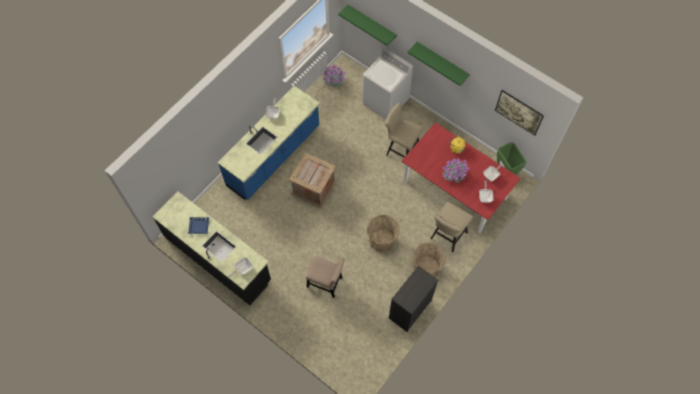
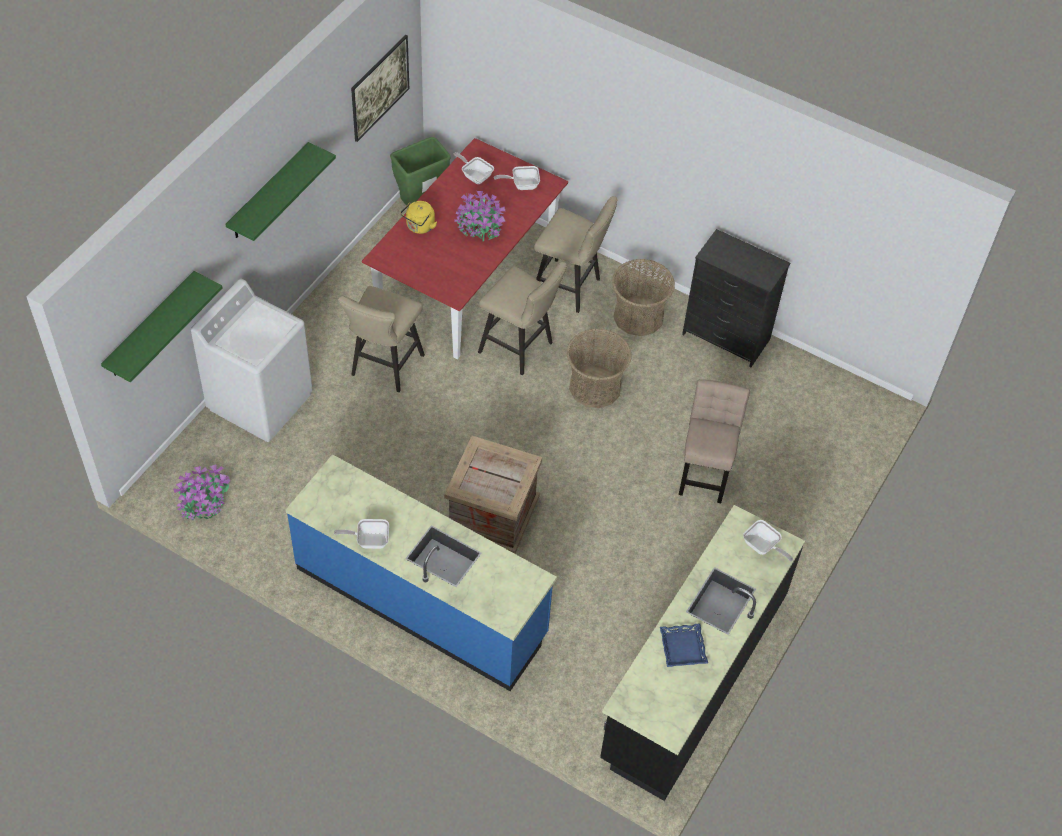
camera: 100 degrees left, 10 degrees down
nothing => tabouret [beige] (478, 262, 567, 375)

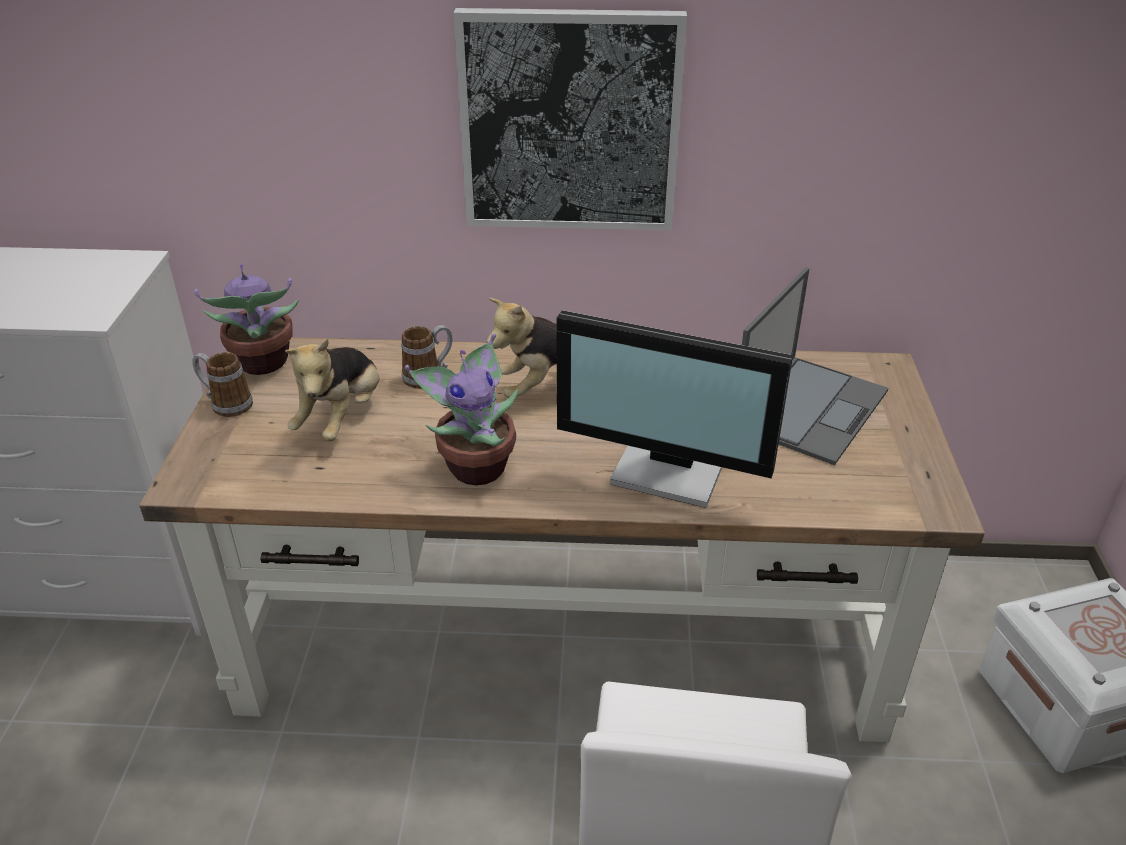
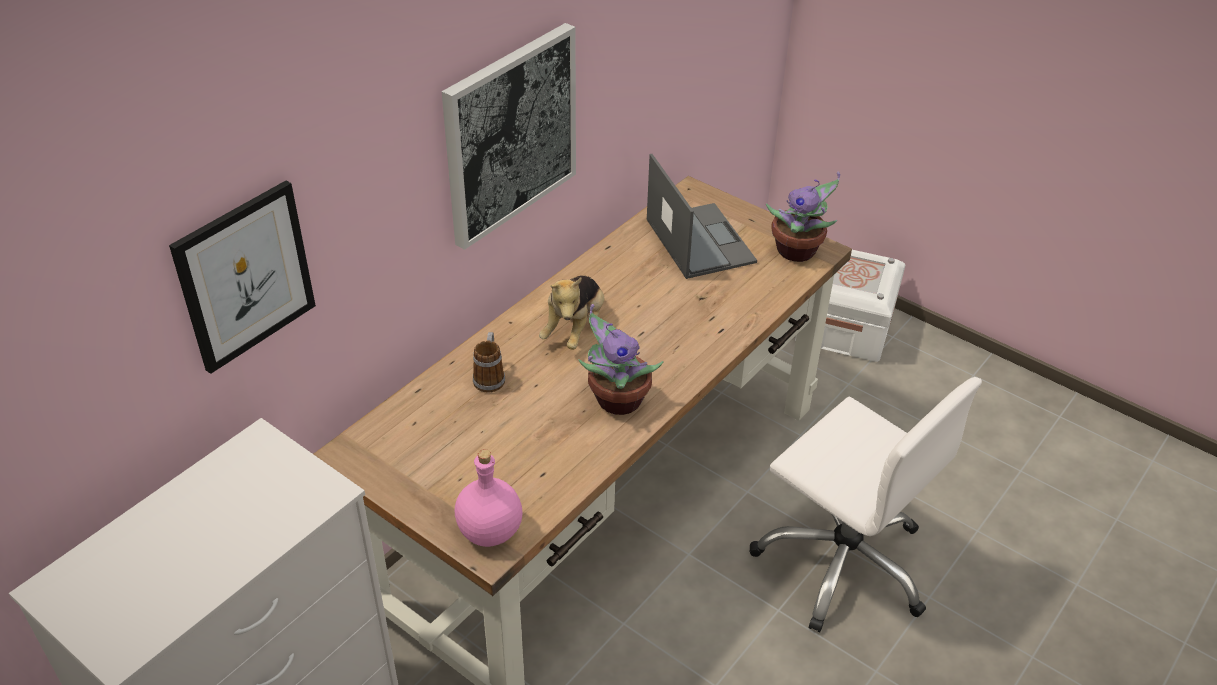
camera: 55 degrees left, 5 degrees up
mug (192, 352, 253, 417) => nothing
peluche (285, 338, 379, 441) => nothing
écran d'ordinateur (556, 310, 793, 508) => nothing
nothing => tableau (169, 181, 316, 374)
nothing => bouteille [rose] (455, 449, 523, 547)
plante en pot (194, 264, 299, 375) => plante en pot (766, 172, 840, 262), shifted

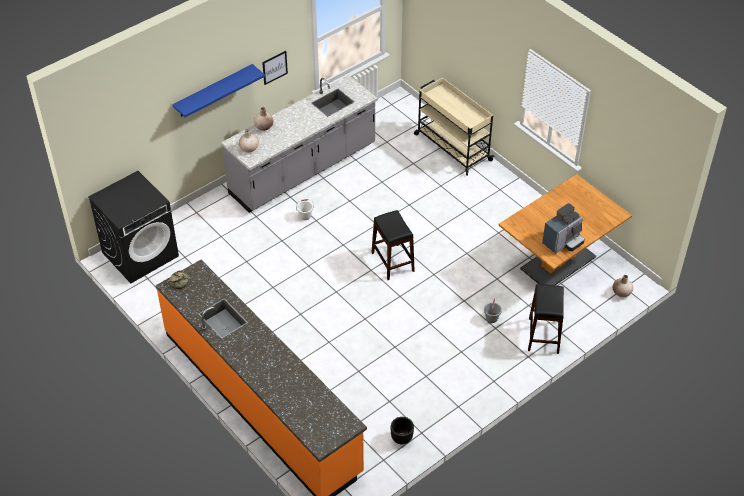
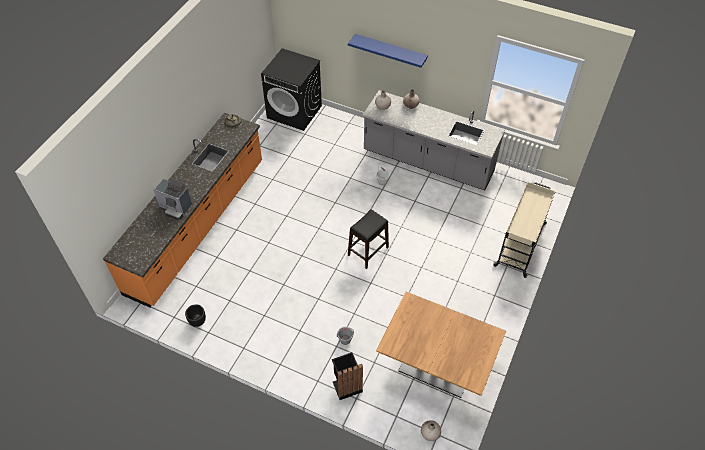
camera: 65 degrees right, 5 degrees up
tableau (262, 51, 288, 85) => nothing
machine à café (542, 203, 585, 254) => machine à café (153, 178, 192, 220), shifted
tabouret [noir] (528, 284, 564, 354) => poubelle [noir] (332, 352, 363, 400)

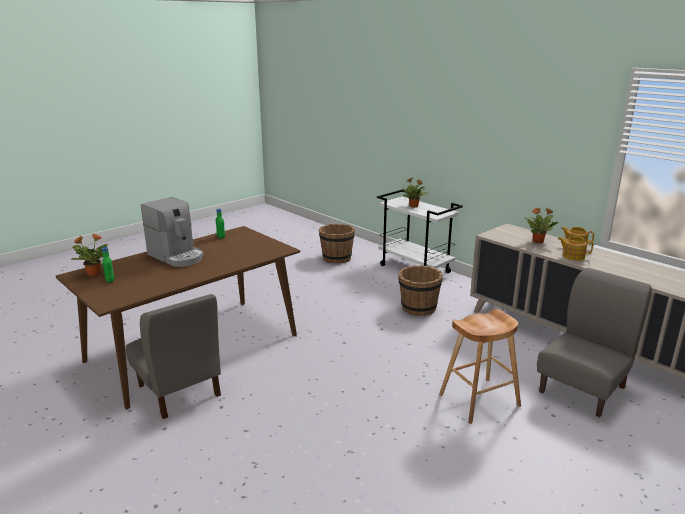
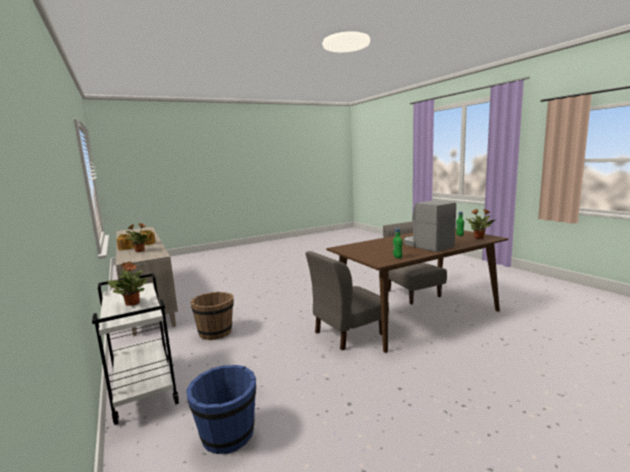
camera: 165 degrees left, 10 degrees down
tabouret [marron] (439, 309, 521, 424) => nothing
chaise [gris] (537, 268, 652, 417) => chaise [gris] (306, 251, 389, 350), shifted
seau [marron] (319, 224, 355, 264) => seau [bleu] (186, 365, 256, 454)

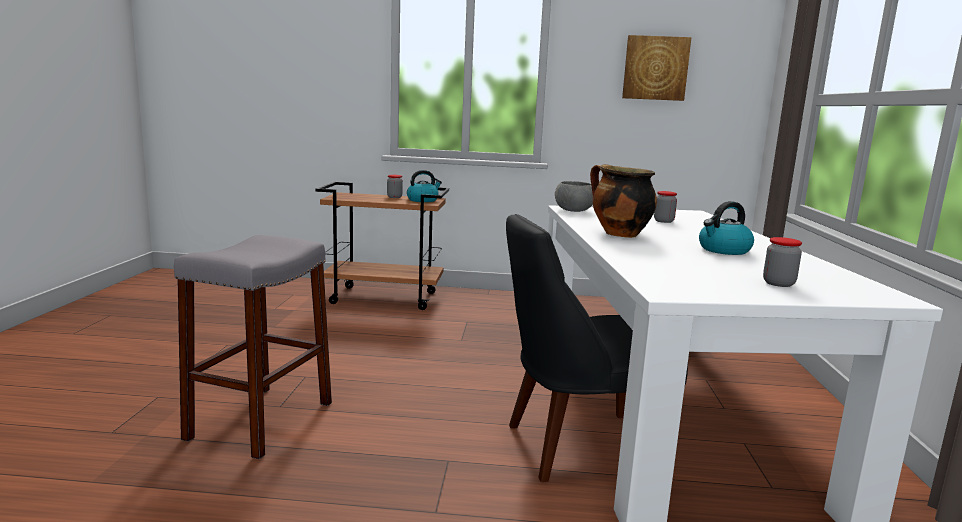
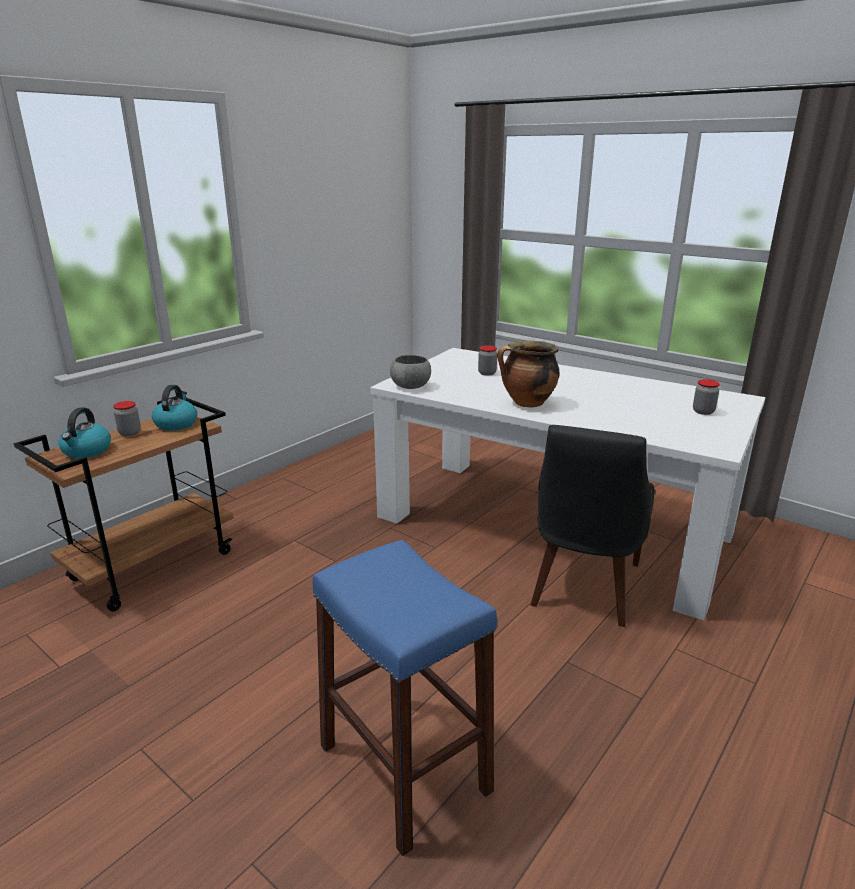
camera: 55 degrees left, 10 degrees up
tableau (622, 35, 691, 101) => nothing
bouilloire (699, 201, 754, 255) => bouilloire (58, 407, 111, 458), shifted
tabouret [gris] (174, 235, 332, 459) => tabouret [bleu] (312, 540, 497, 856)

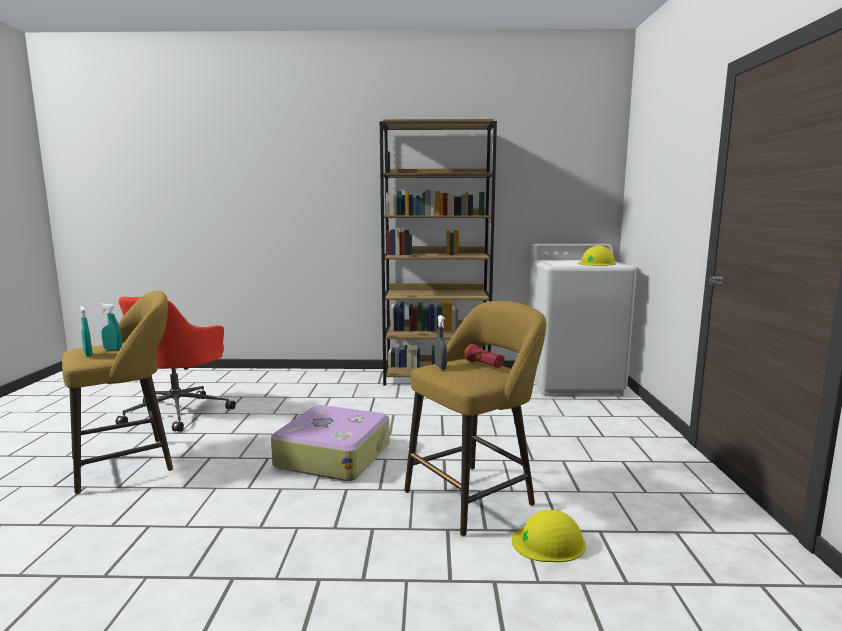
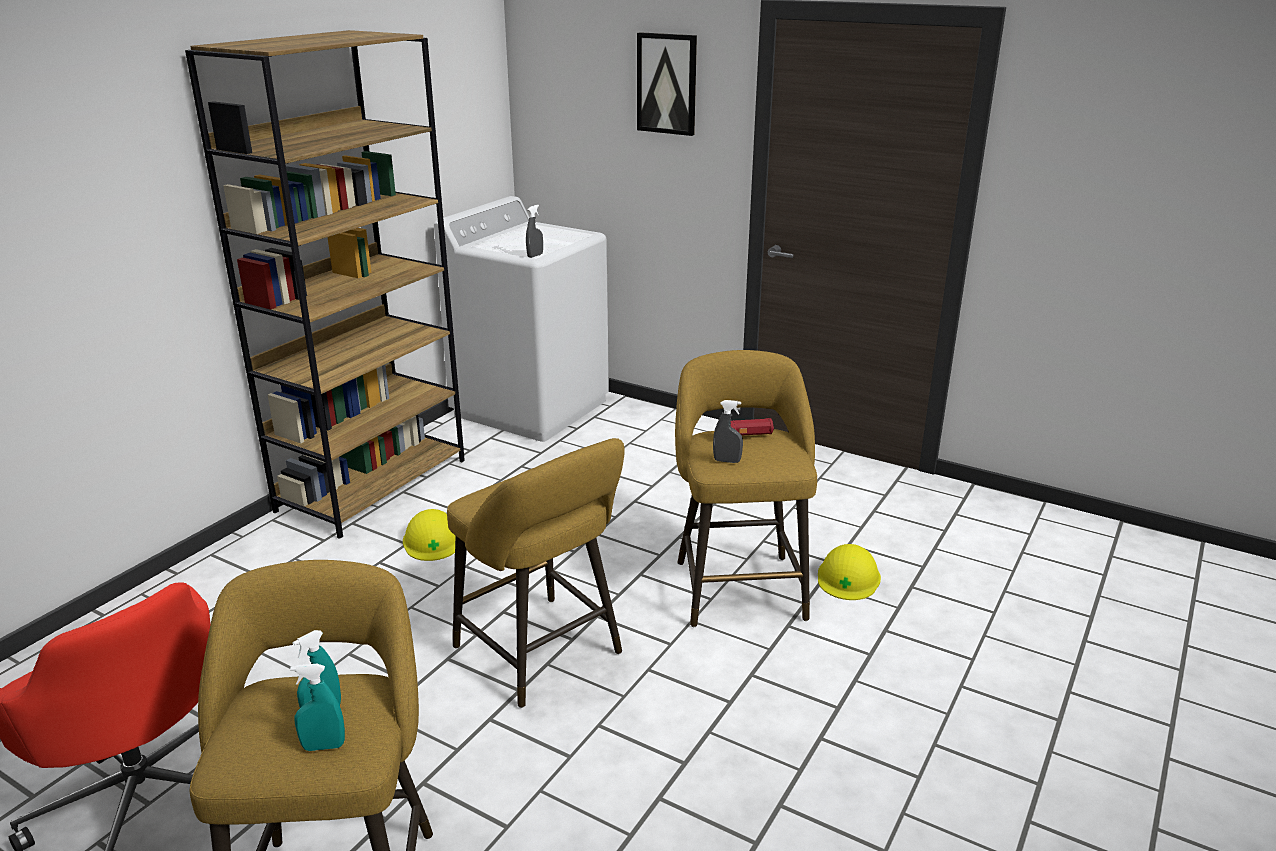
camera: 60 degrees left, 15 degrees up
nothing => vaporisateur [gris] (526, 205, 543, 258)
nothing => tableau (637, 32, 697, 136)
casque de chantier [jaune] (578, 246, 616, 266) => casque de chantier [jaune] (403, 509, 455, 561), shifted
valise (271, 405, 390, 481) => tabouret [jaune] (447, 438, 625, 708)

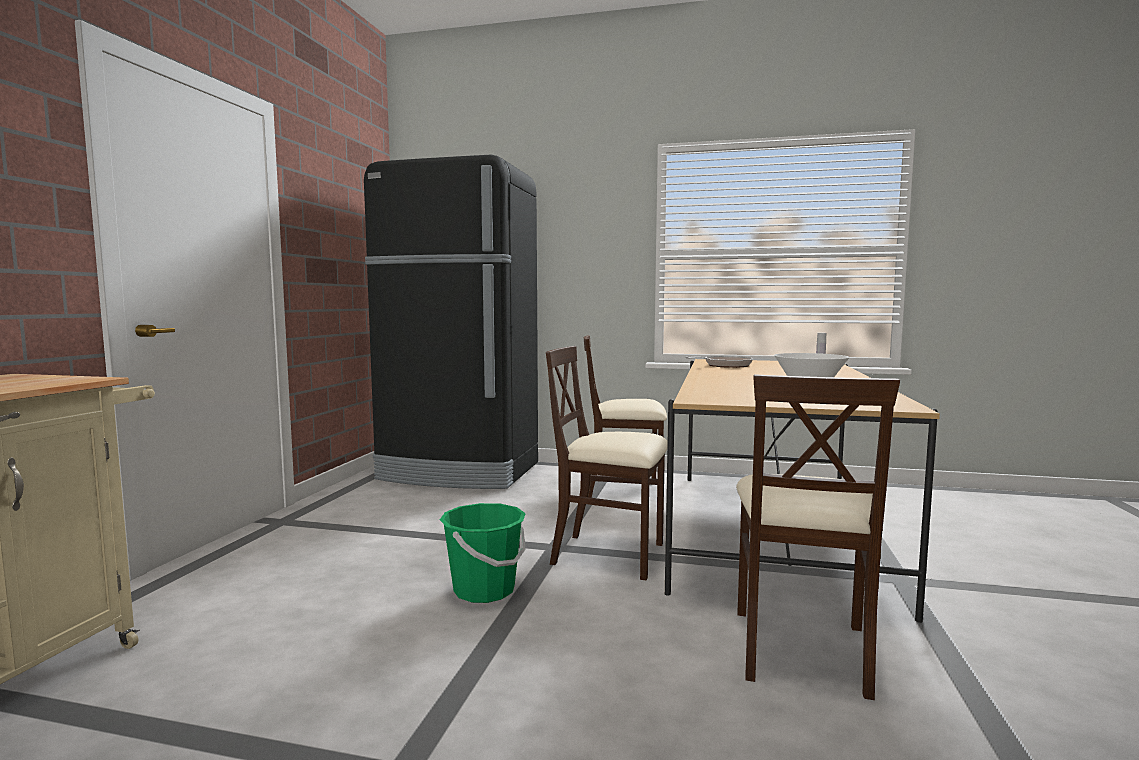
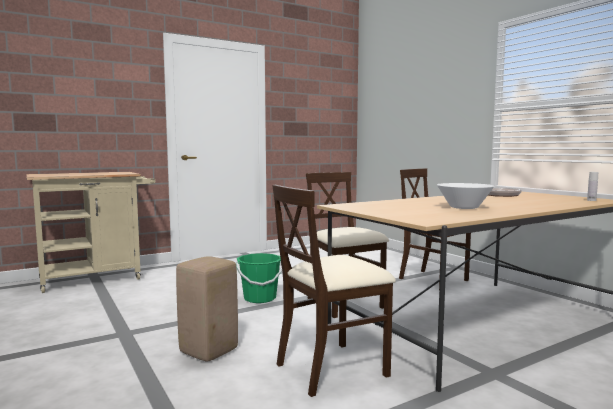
camera: 45 degrees right, 0 degrees up
réfrigérateur [noir] (364, 155, 538, 489) => nothing
nothing => tabouret [beige] (176, 256, 238, 362)

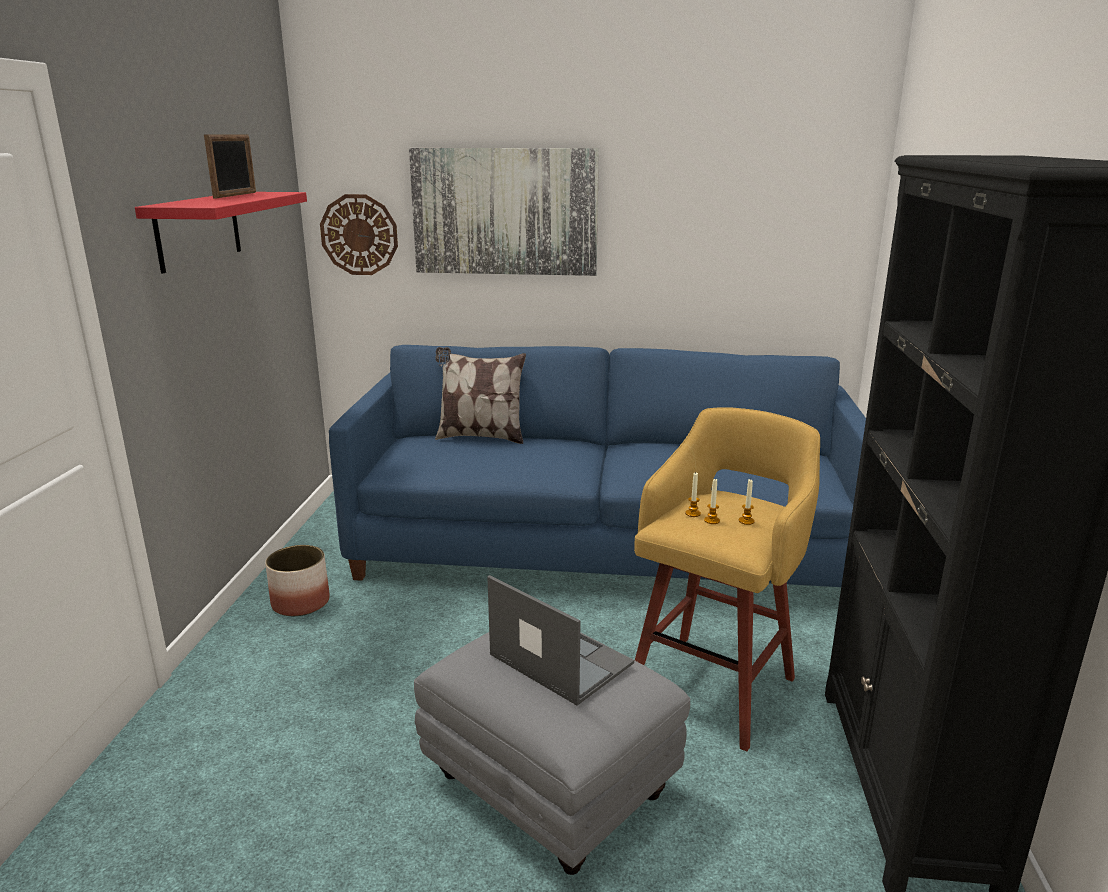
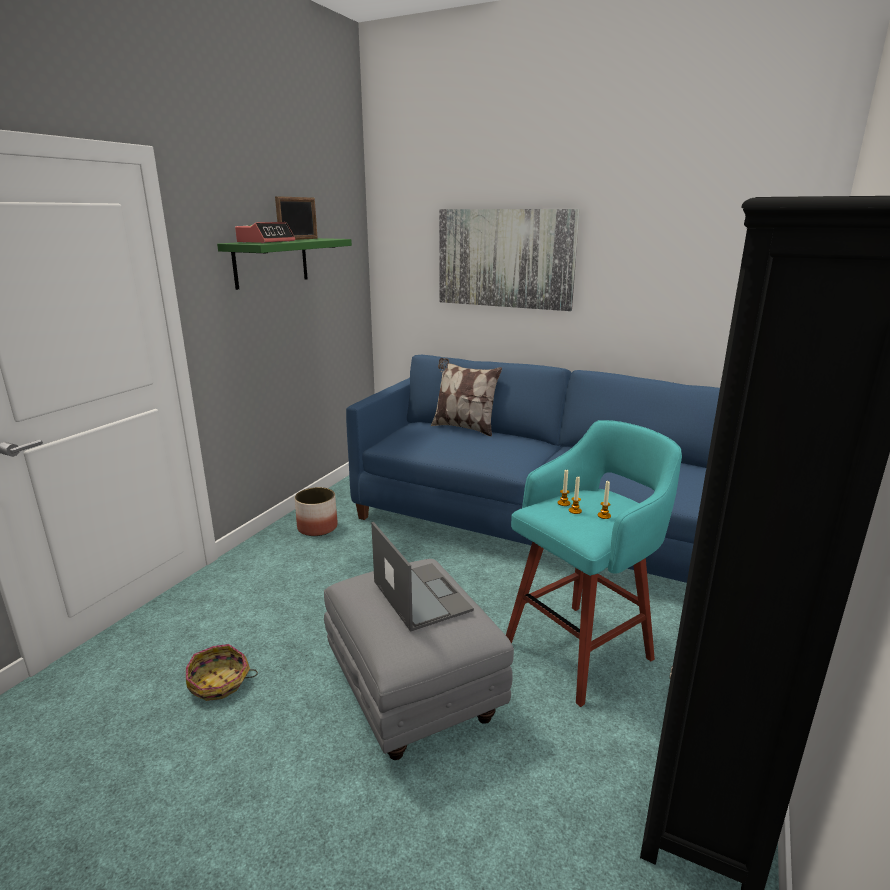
camera: 20 degrees right, 0 degrees up
horloge murale (320, 194, 398, 275) => nothing
nothing => panier (186, 644, 258, 701)
nothing => réveil (235, 222, 295, 243)
étagère [rouge] (135, 192, 307, 274) => étagère [vert] (217, 238, 352, 290)
tabouret [jaune] (634, 407, 820, 752) => tabouret [turquoise] (506, 420, 682, 707)

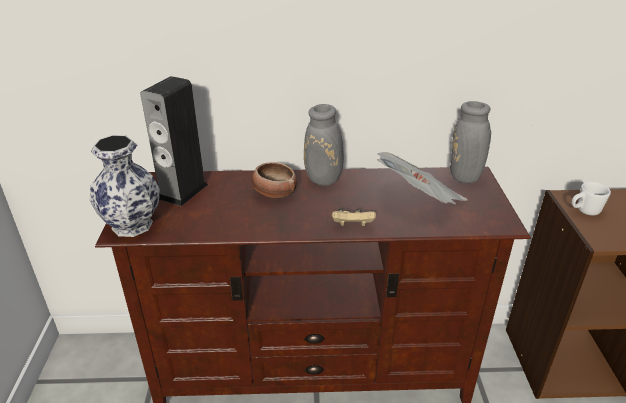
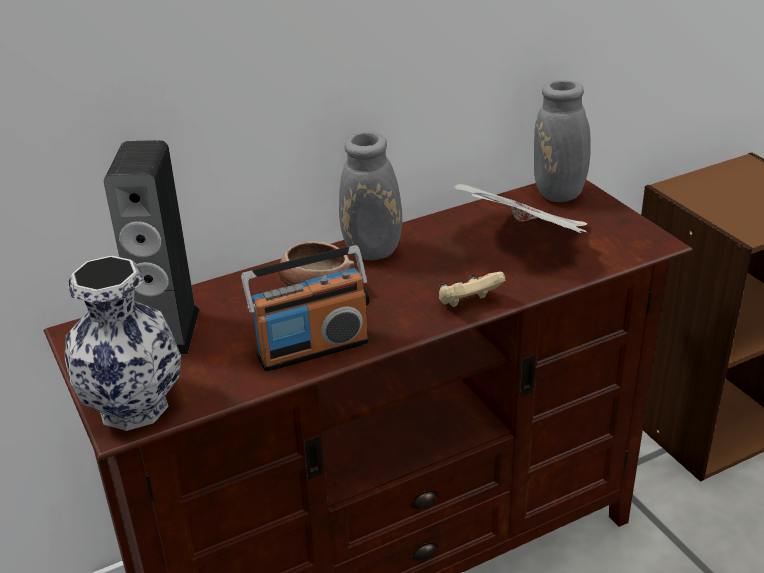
camera: 25 degrees left, 0 degrees up
mug [blanc] (571, 182, 611, 215) => nothing
nothing => radio (241, 245, 369, 372)

